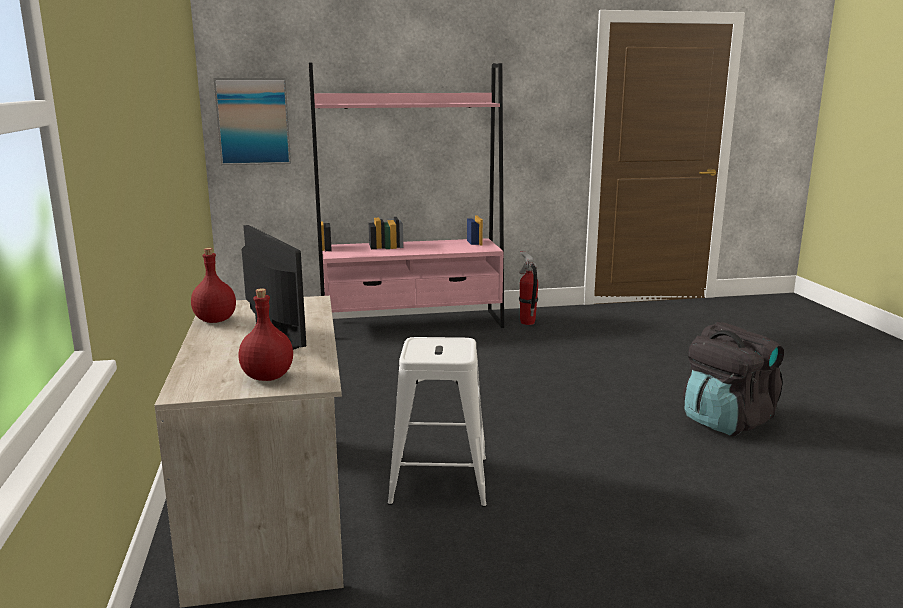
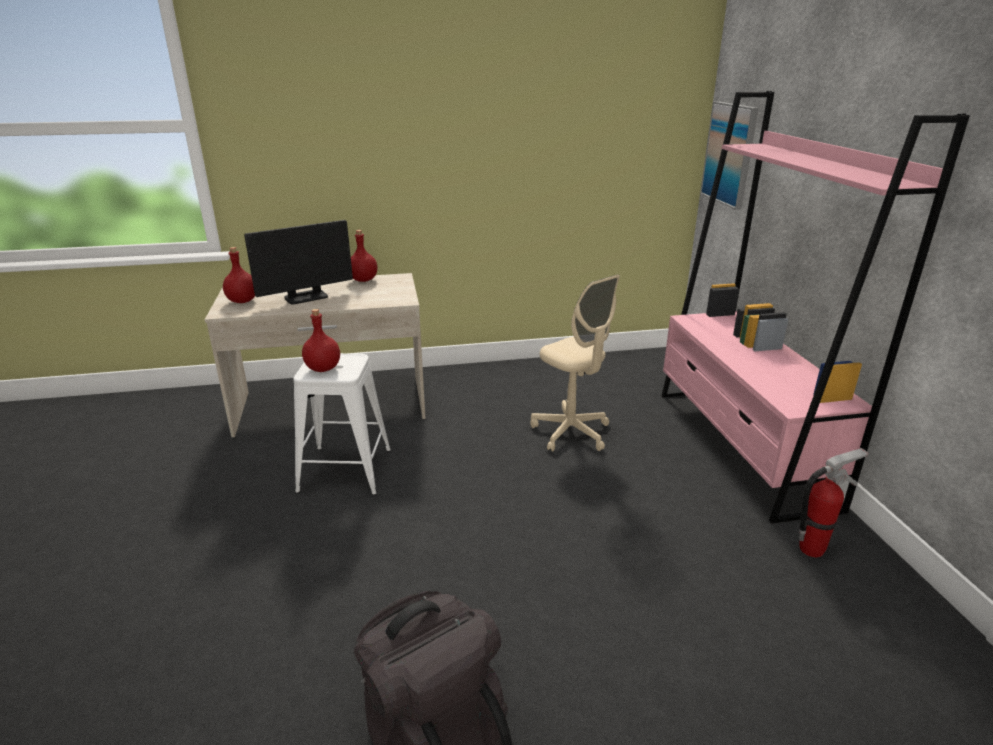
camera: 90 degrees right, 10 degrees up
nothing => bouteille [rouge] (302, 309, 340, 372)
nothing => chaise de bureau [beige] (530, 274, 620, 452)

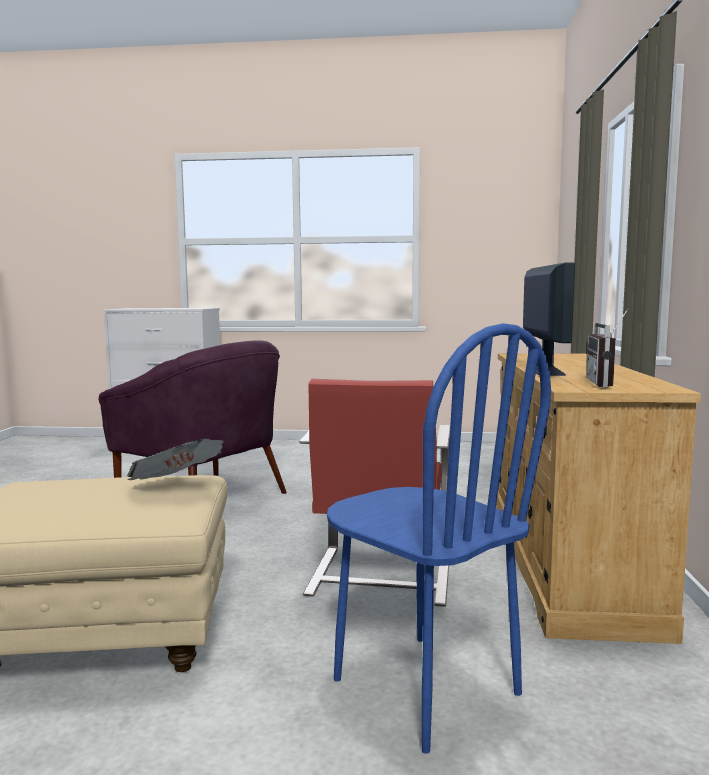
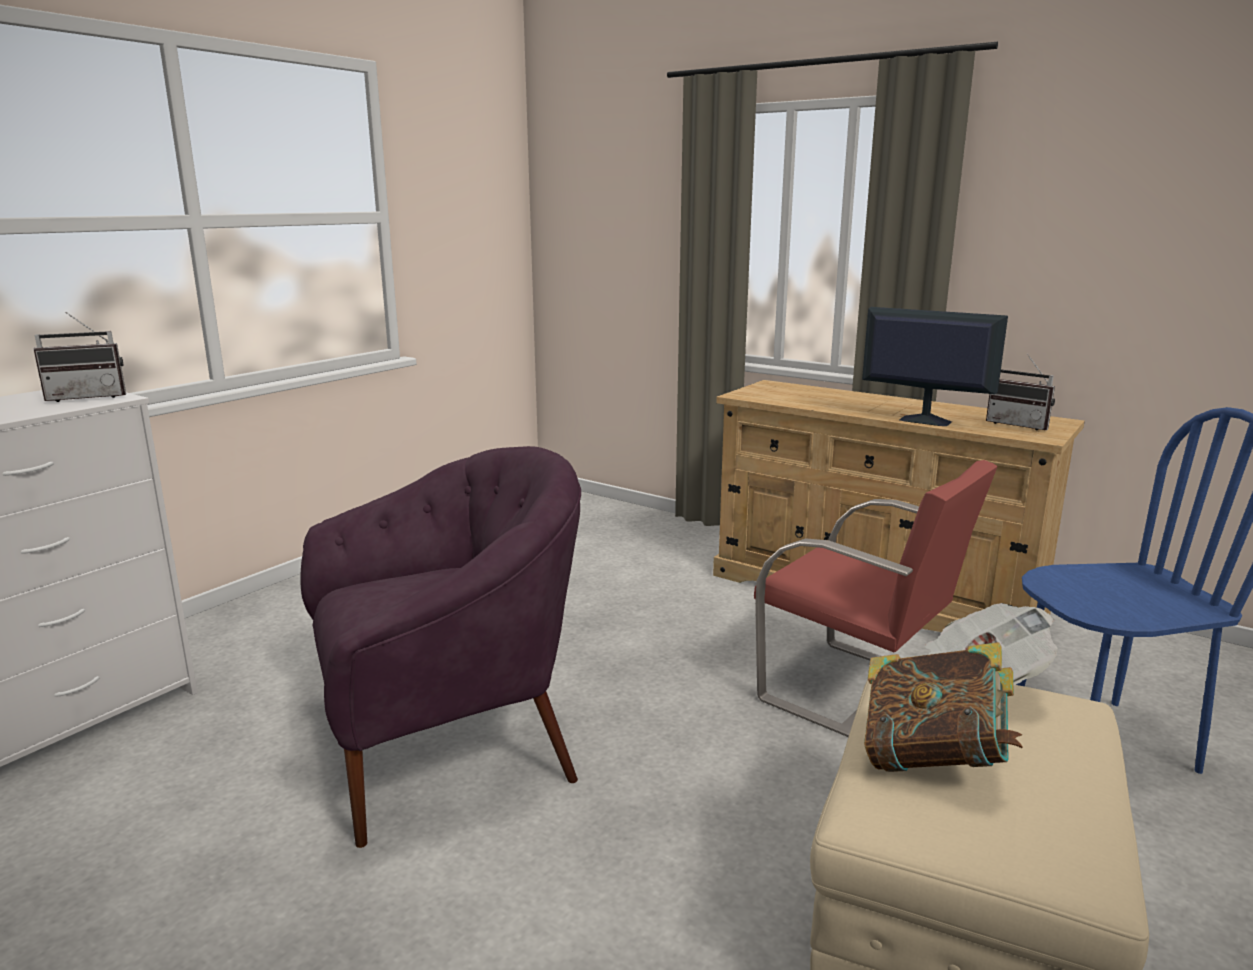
camera: 60 degrees left, 10 degrees up
nothing => radio (33, 312, 126, 402)
nothing => livre (864, 642, 1023, 772)

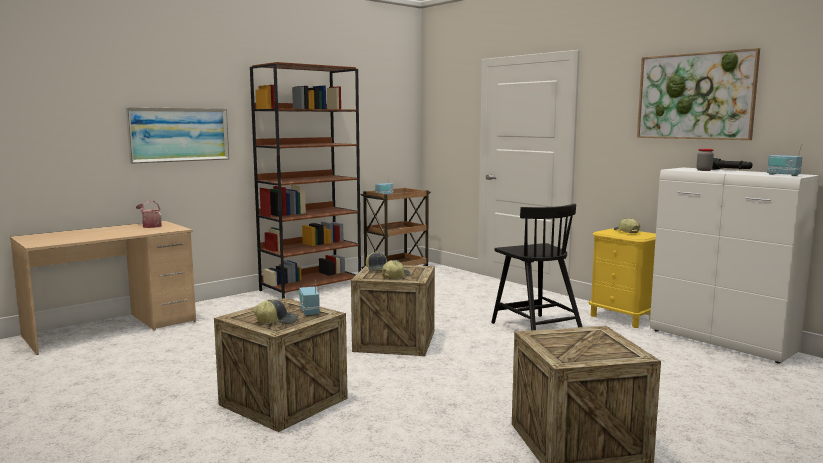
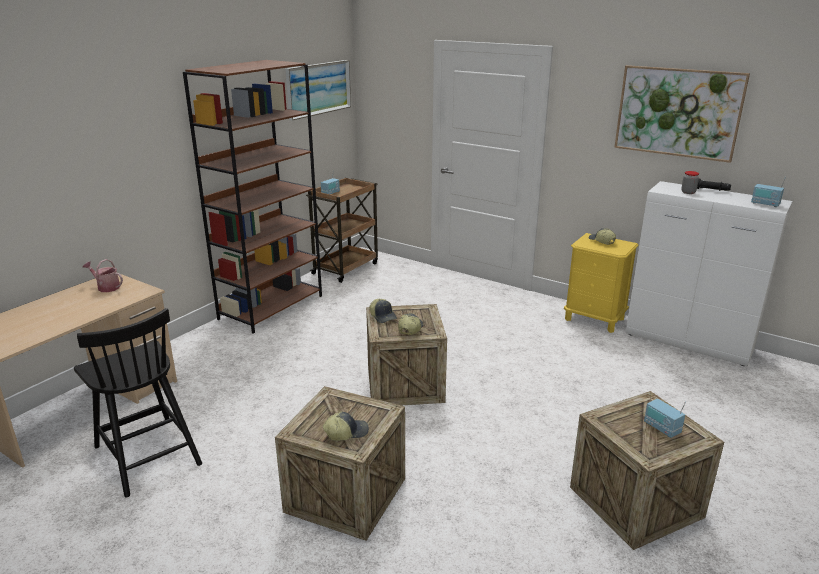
camera: 15 degrees left, 15 degrees up
tableau (126, 107, 229, 164) => tableau (285, 60, 351, 121), shifted
radio (299, 280, 320, 316) => radio (644, 399, 686, 438), shifted
chaise [noir] (491, 204, 583, 330) => chaise [noir] (74, 308, 202, 497), shifted

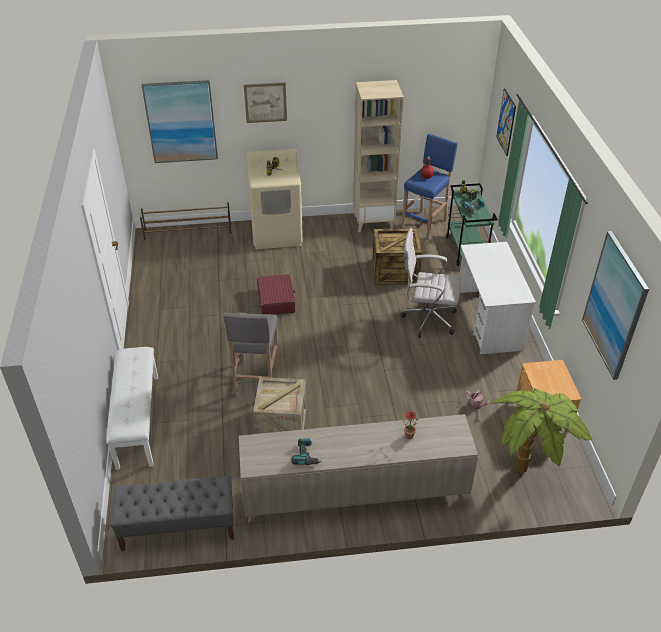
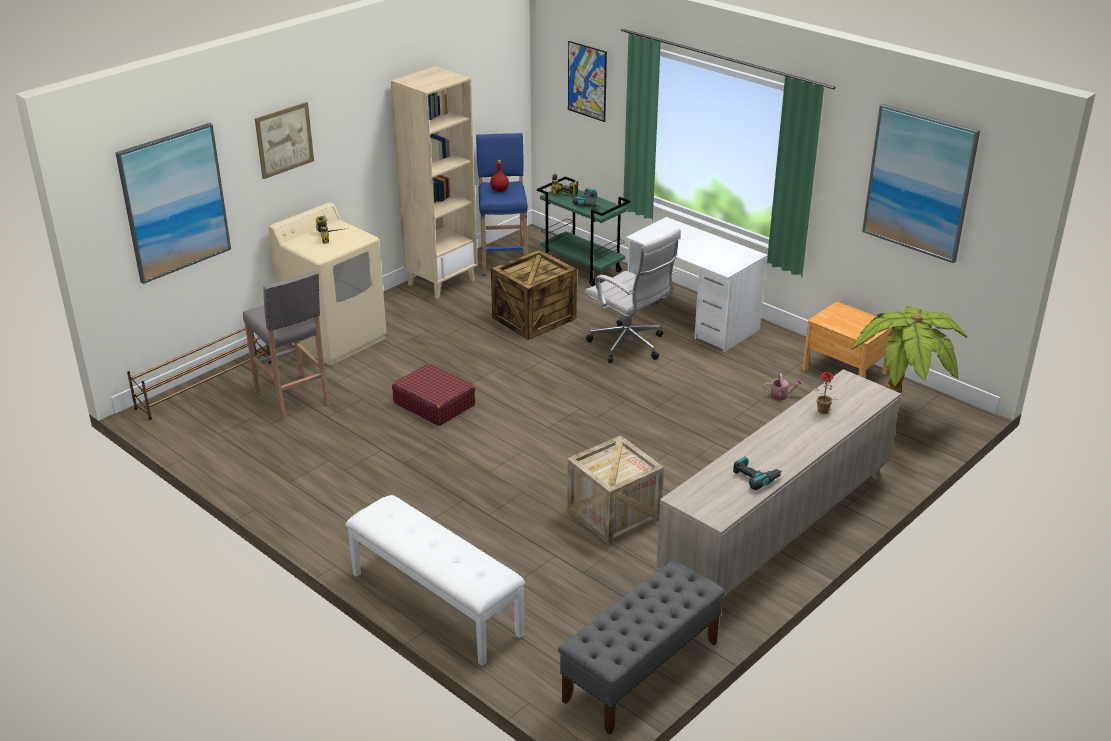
camera: 40 degrees left, 10 degrees down
tabouret [gris] (223, 313, 280, 396) => tabouret [gris] (243, 270, 330, 421), shifted
chaise de bureau [blanc] (401, 228, 461, 338) => chaise de bureau [blanc] (585, 228, 681, 363), 105 degrees counterclockwise

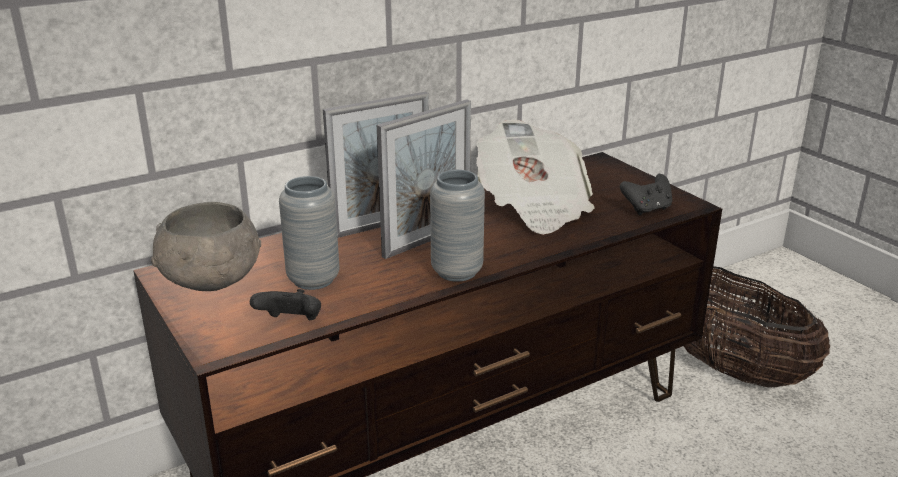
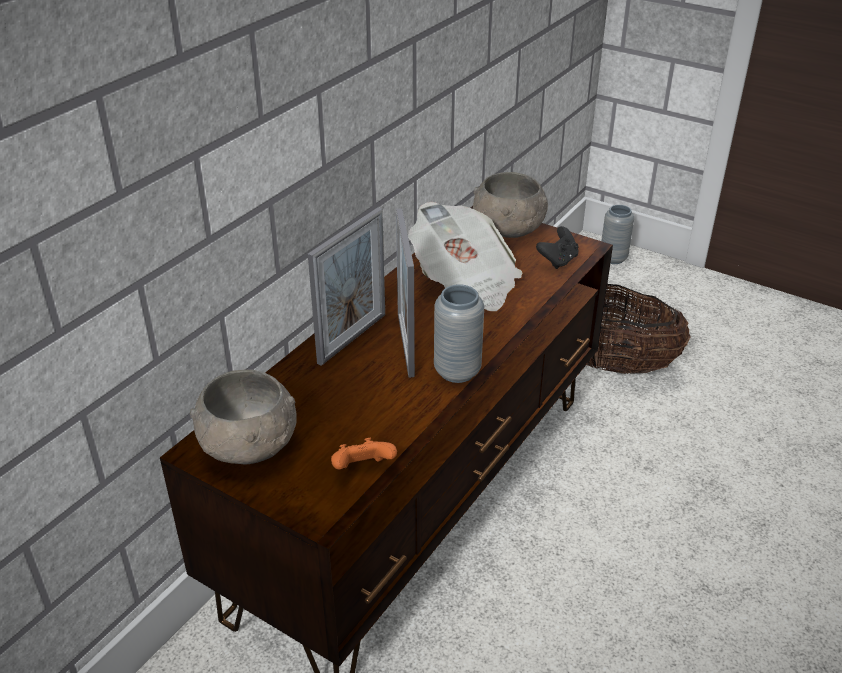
camera: 25 degrees left, 10 degrees up
nothing => bol [gris] (473, 172, 548, 238)
vase [gris] (279, 176, 340, 290) => vase [gris] (601, 205, 634, 264), shifted
manette [noir] (250, 289, 321, 320) => manette [orange] (331, 438, 397, 469)
cadre photo (377, 99, 471, 259) => cadre photo (396, 208, 415, 377), 150 degrees clockwise

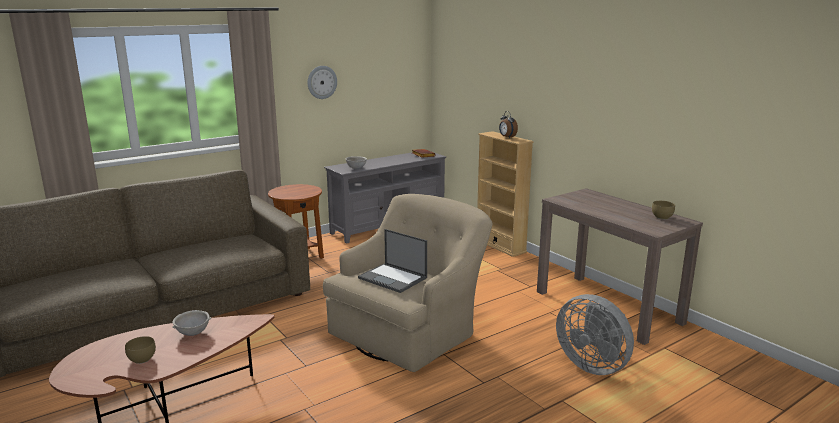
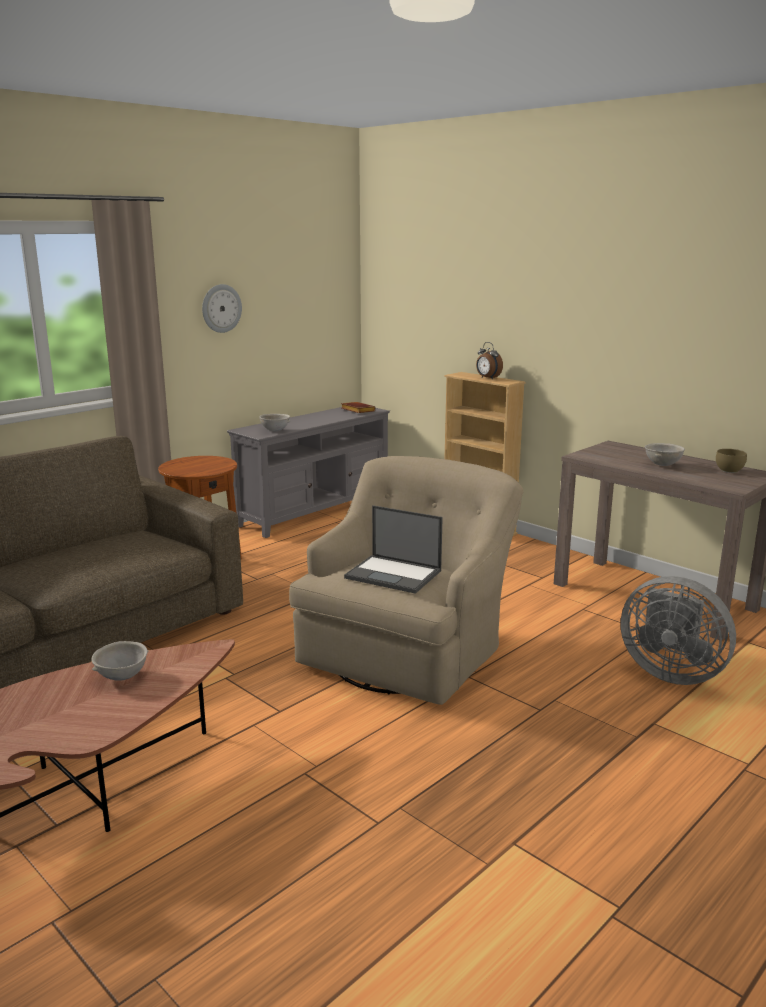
camera: 10 degrees left, 0 degrees up
bol [marron] (125, 336, 156, 364) => nothing
nothing => bol [gris] (645, 443, 685, 466)

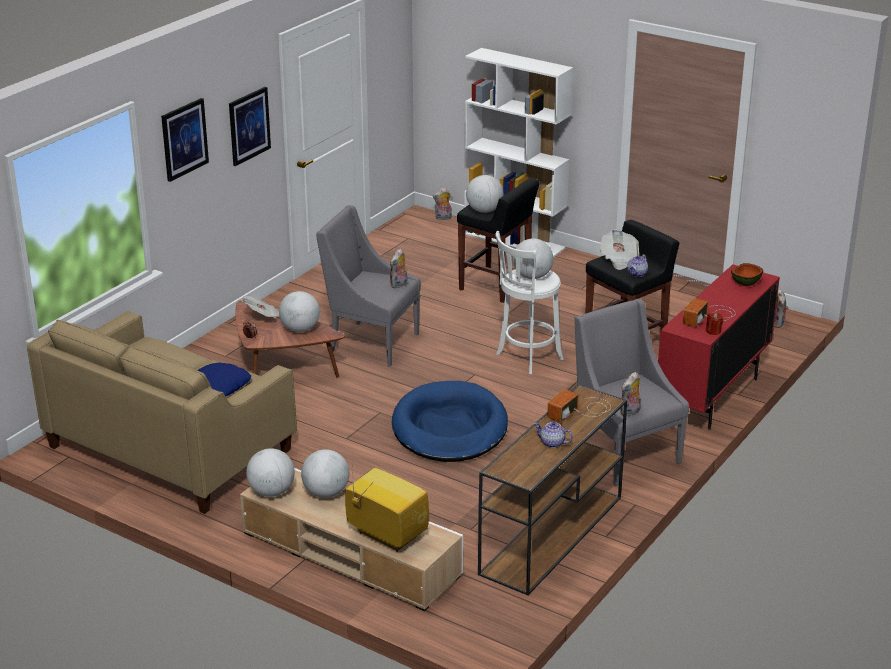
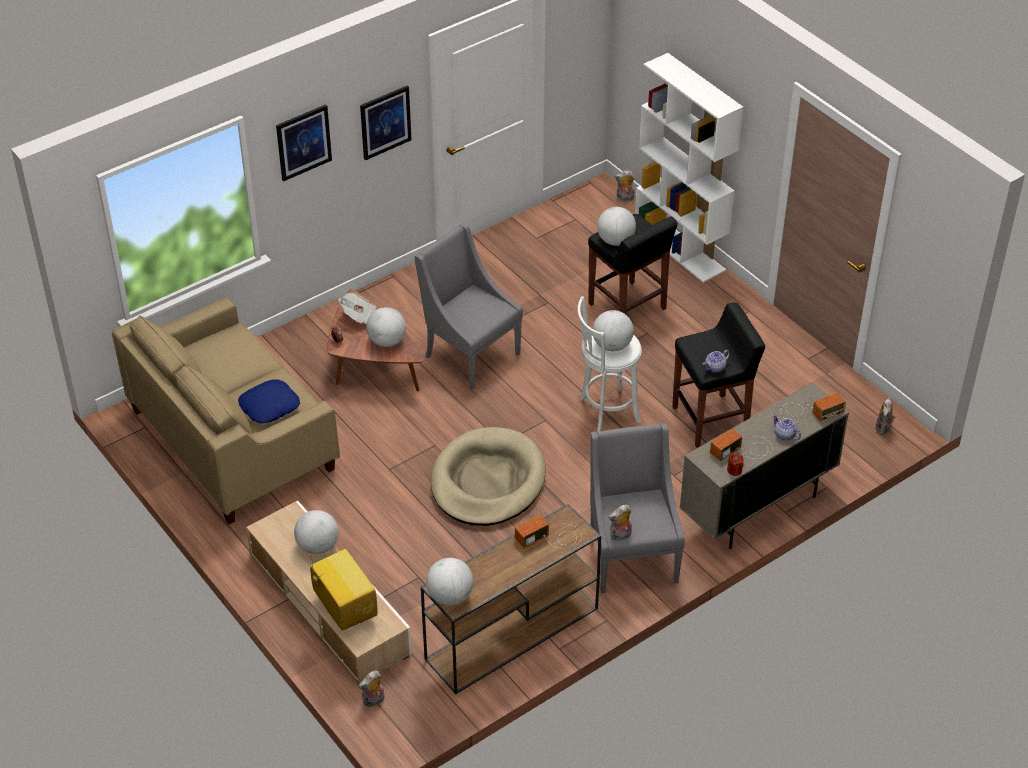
camera: 20 degrees right, 15 degrees up
journal (600, 229, 639, 270) => nothing
globe (246, 448, 295, 497) => globe (426, 558, 474, 605), shifted
peluche (390, 248, 407, 289) => peluche (359, 671, 385, 707), shifted
théière (534, 422, 573, 448) => théière (772, 414, 801, 441), shifted
bol (731, 263, 763, 286) => radio (781, 393, 846, 423)
panier pour chien [bleu] (392, 381, 508, 462) => panier pour chien [beige] (431, 427, 546, 526)
meuble de rangement [rouge] (658, 264, 780, 430) => meuble de rangement [beige] (680, 383, 849, 549)

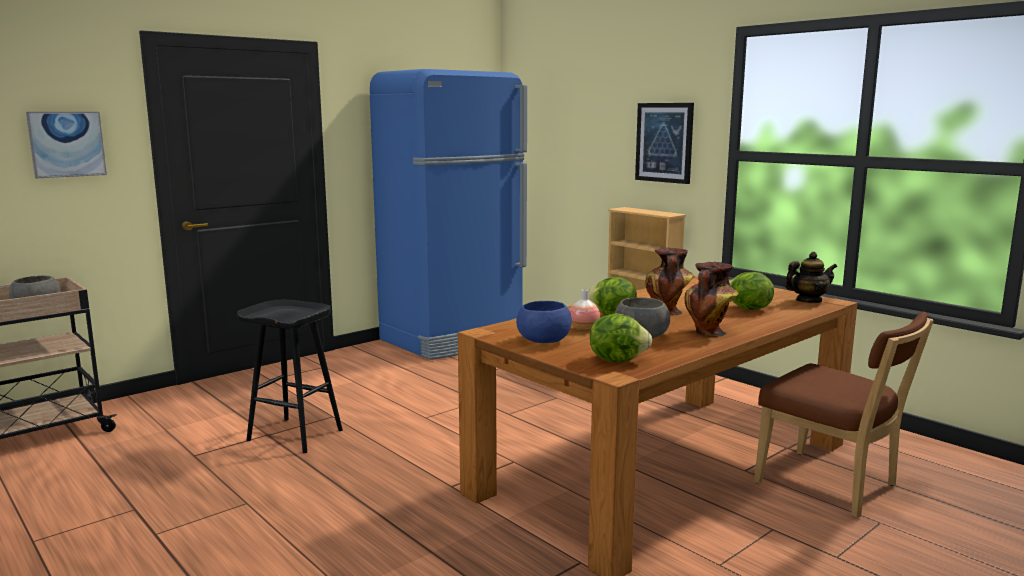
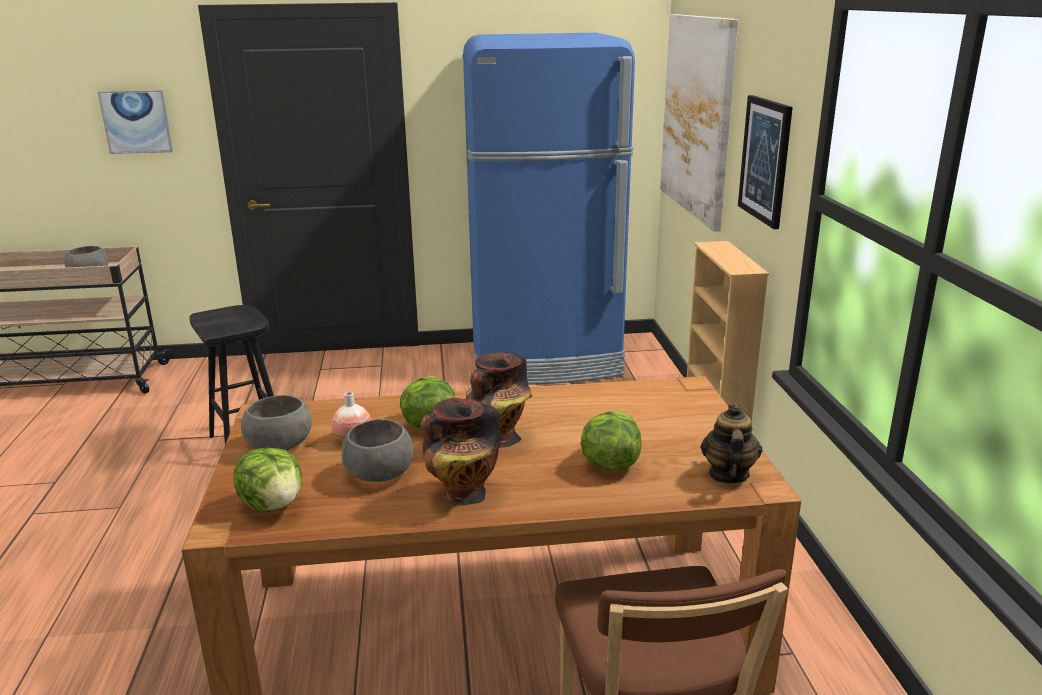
camera: 35 degrees right, 10 degrees up
nothing => tableau (660, 14, 738, 232)
bol [bleu] (516, 301, 572, 343) => bol [gris] (241, 395, 312, 451)
théière (784, 252, 837, 303) => théière (701, 403, 762, 483), 105 degrees counterclockwise

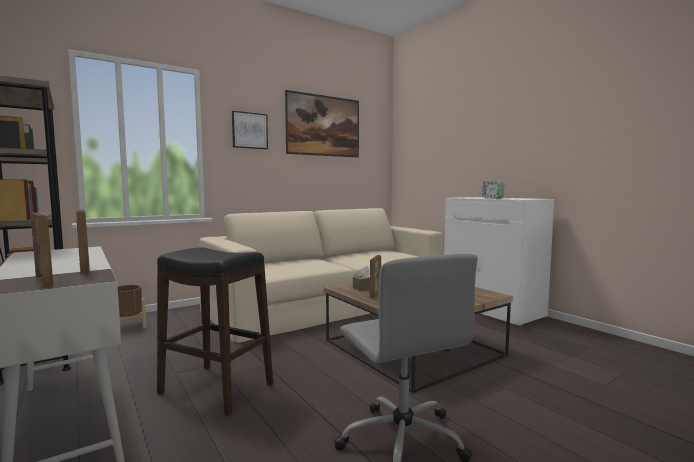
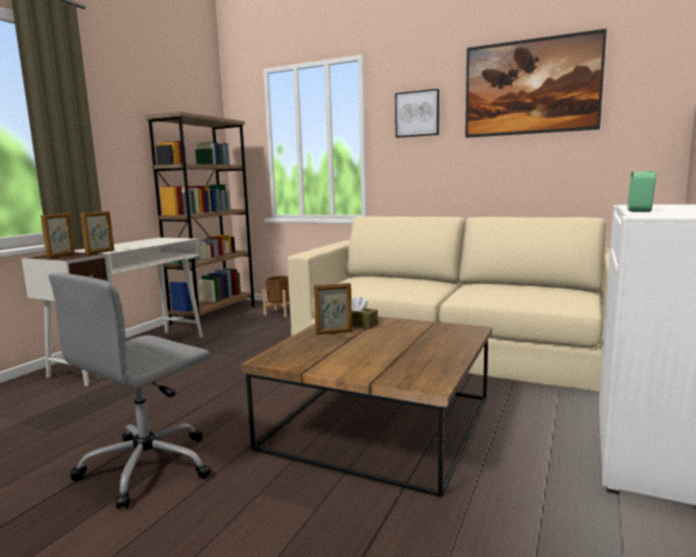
camera: 60 degrees right, 5 degrees up
tabouret [noir] (157, 247, 273, 417) => nothing

